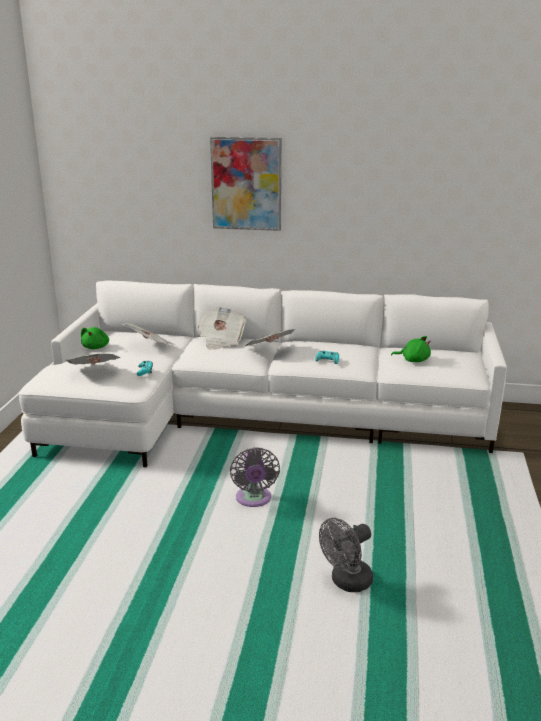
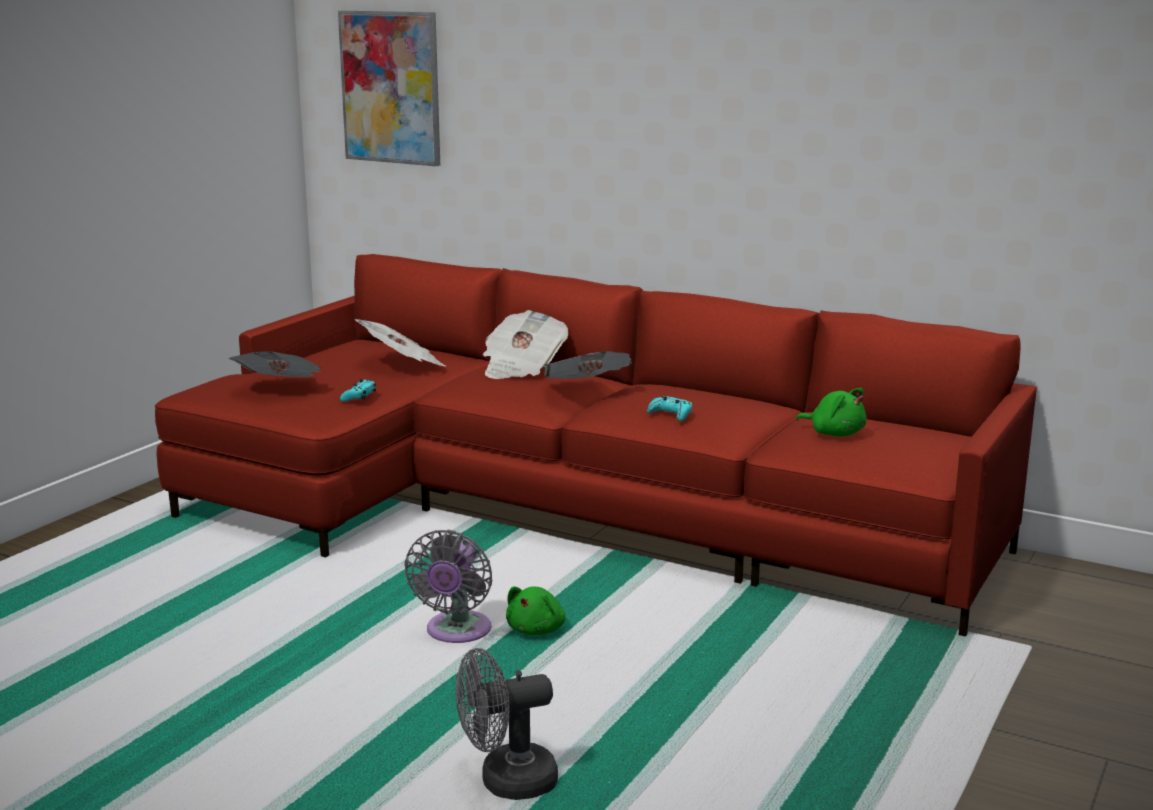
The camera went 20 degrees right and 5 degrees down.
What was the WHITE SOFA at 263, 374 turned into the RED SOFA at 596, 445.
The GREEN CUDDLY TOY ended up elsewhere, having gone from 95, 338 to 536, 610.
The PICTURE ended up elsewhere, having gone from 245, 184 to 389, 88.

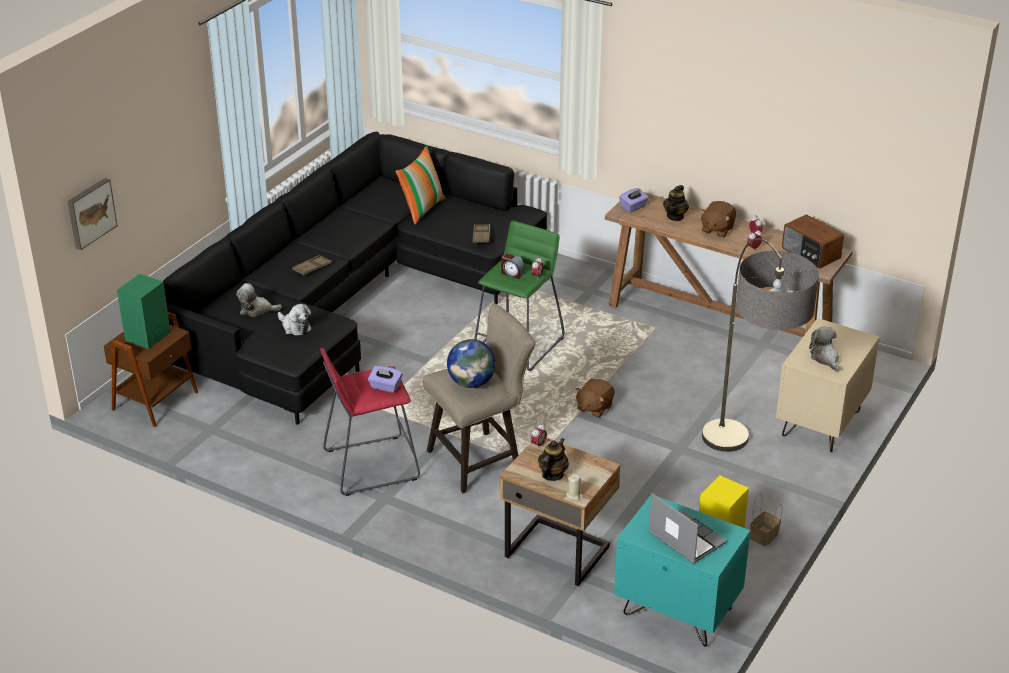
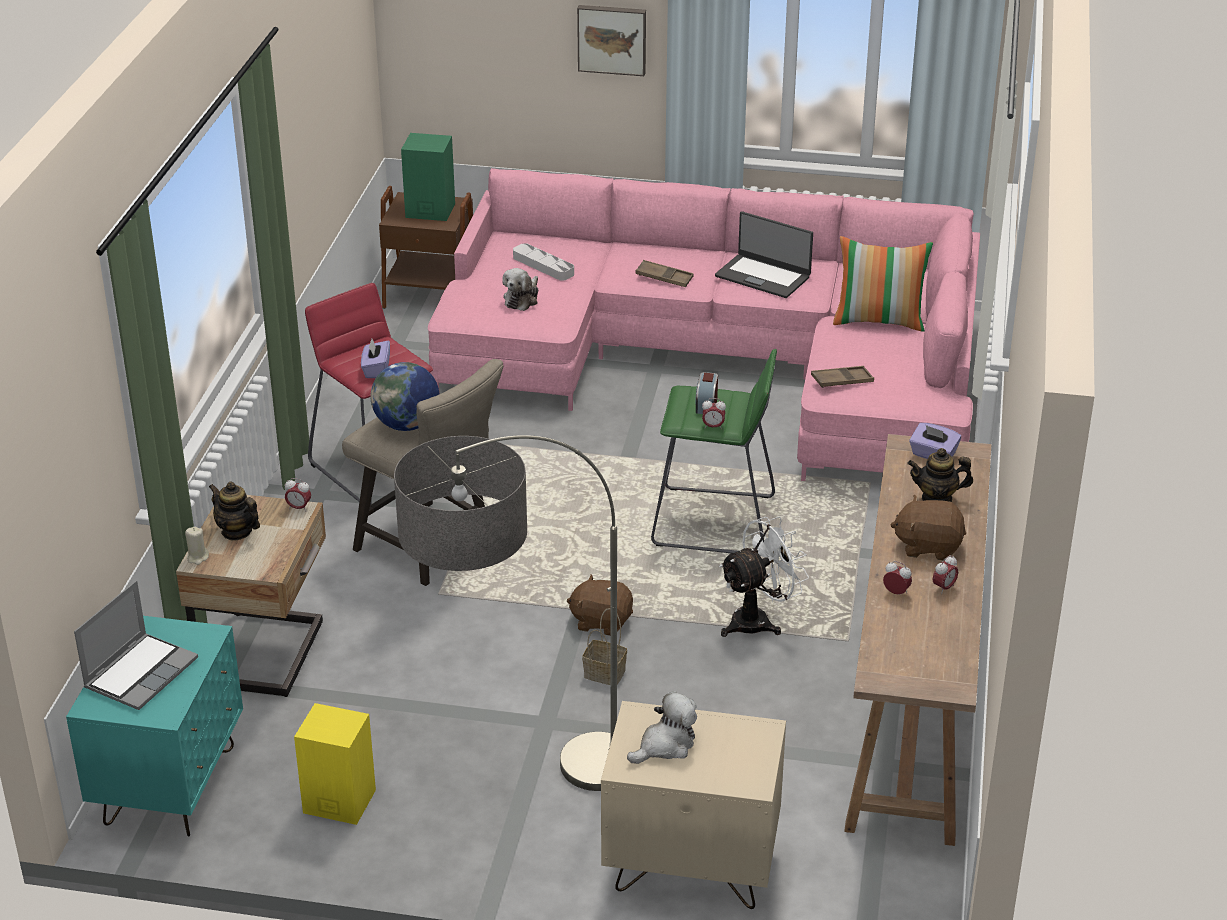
The camera went 70 degrees right and 0 degrees up.
The PICTURE ended up elsewhere, having gone from 92, 214 to 611, 40.
What was the BLACKISH SOFA at 355, 278 turned into the PINK SOFA at 704, 324.
Where the CUDDLY TOY stood at 259, 300, the GREYISH CARRYING TRAY came to stand at 543, 262.
The POT FOR TEA at 553, 459 ended up facing another way, 150 degrees counterclockwise from before.
The STORAGE BASKET ended up elsewhere, having gone from 766, 519 to 604, 646.
The second view lost the RADIO SET at 813, 242.
The second view gained the NOTEBOOK COMPUTER at 764, 254.
The second view gained the WHITE COOLING FAN at 764, 576.

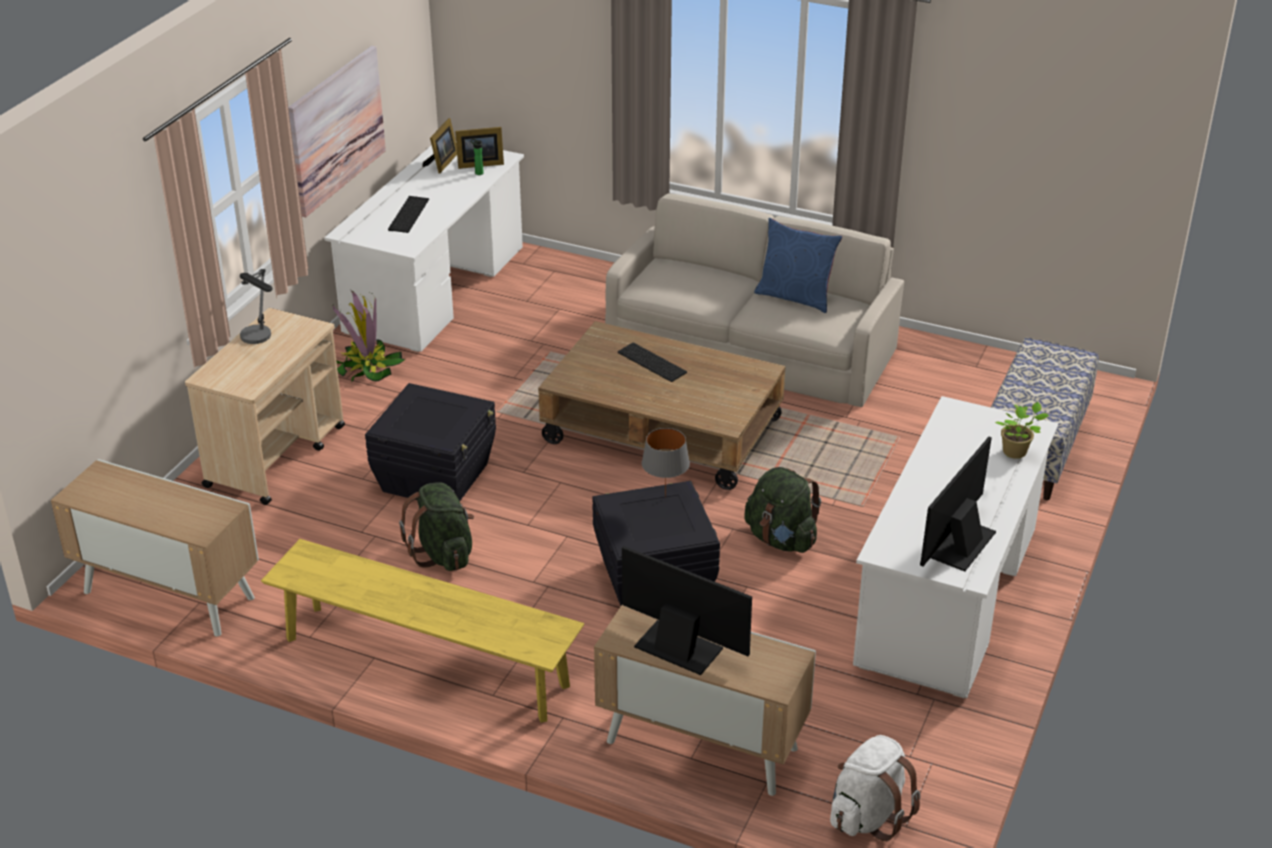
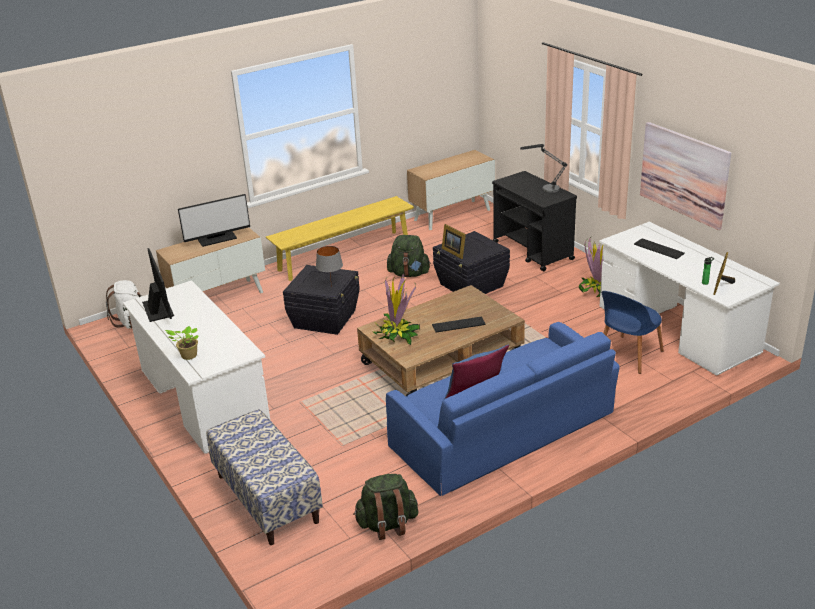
The camera went 125 degrees right and 5 degrees down.
What was the BEIGE-COLOURED CART at 265, 406 turned into the BLACKISH CART at 534, 221.
The PHOTO FRAME ended up elsewhere, having gone from 439, 145 to 454, 241.
What was the BEIGE-COLOURED SOFA at 754, 300 turned into the BLUISH SOFA at 503, 409.
The GREEN BACKPACK ended up elsewhere, having gone from 782, 510 to 385, 507.
The second view gained the HOUSEPLANT at 396, 309.
The second view gained the BLUISH CHAIR at 633, 332.

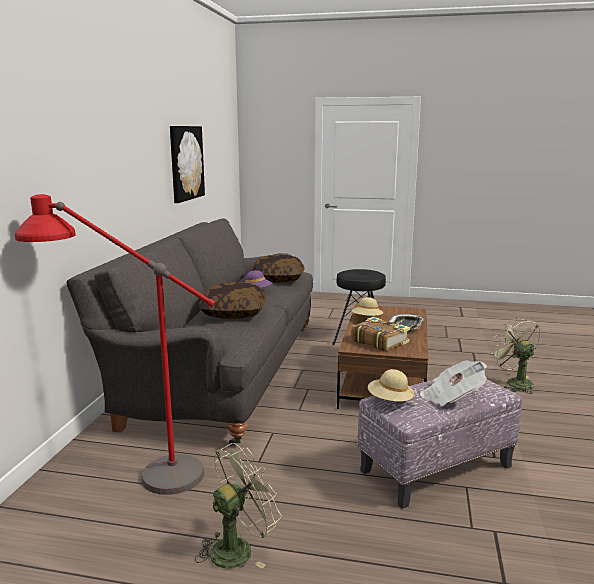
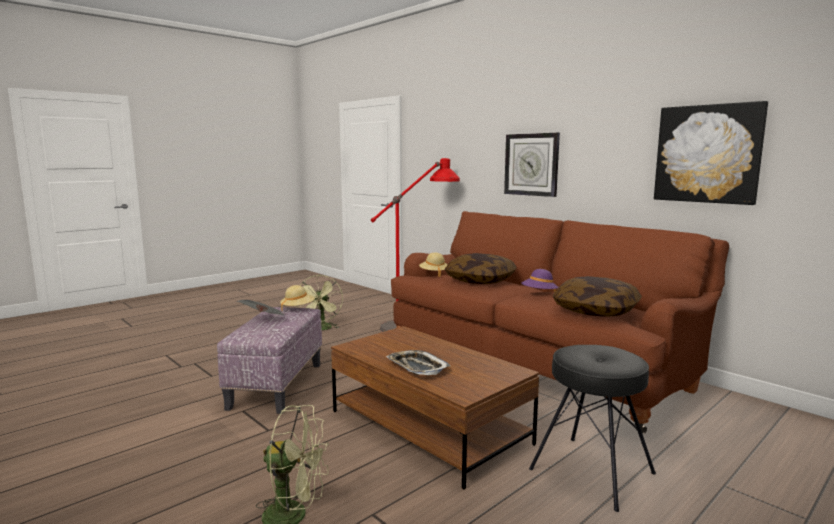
The camera went 125 degrees right and 5 degrees down.
What was the GREYISH SOFA at 189, 332 turned into the BROWNISH SOFA at 560, 322.
The BEIGE-COLOURED HAT ended up elsewhere, having gone from 367, 306 to 433, 264.
The second view lost the BOUND BOOK at 380, 334.
The second view gained the HANGING CLOCK at 532, 165.

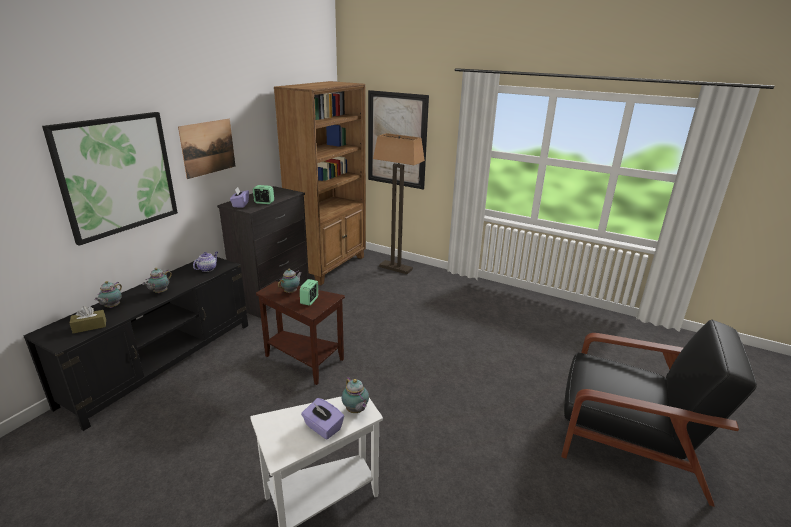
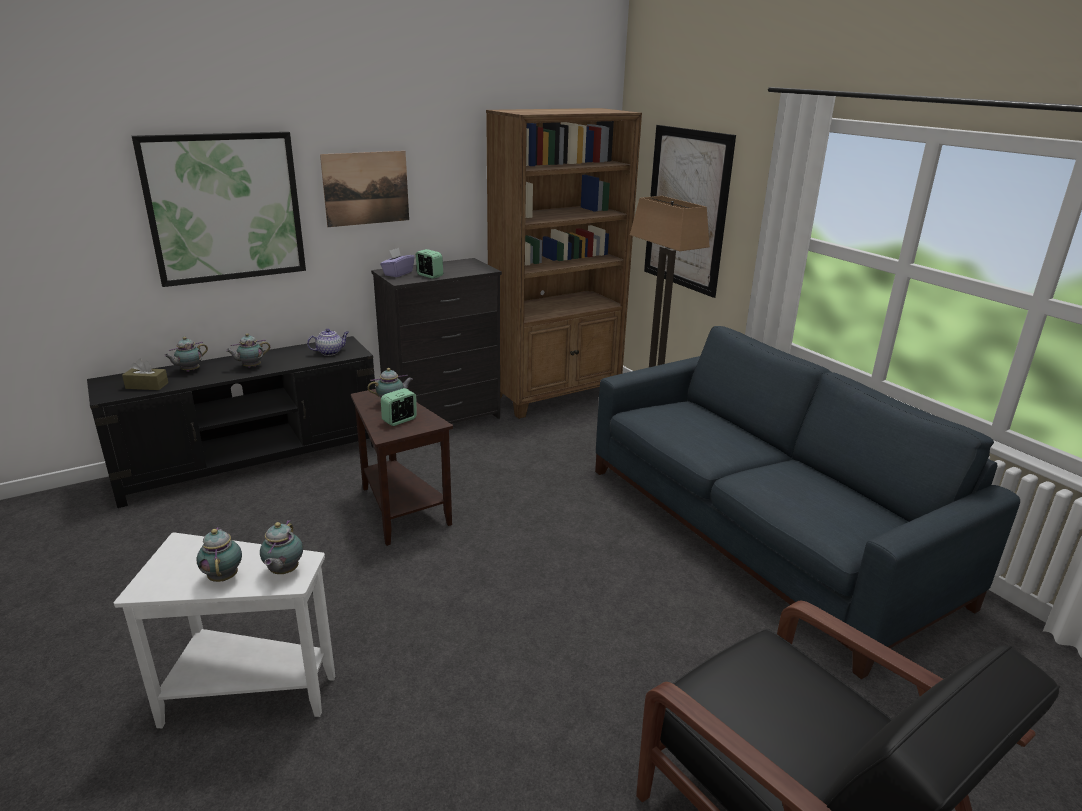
The camera went 30 degrees right and 0 degrees up.
Where the PURPLISH TISSUE BOX stood at 322, 419, the POT FOR TEA came to stand at 219, 554.
The second view gained the BLUISH SOFA at 807, 503.

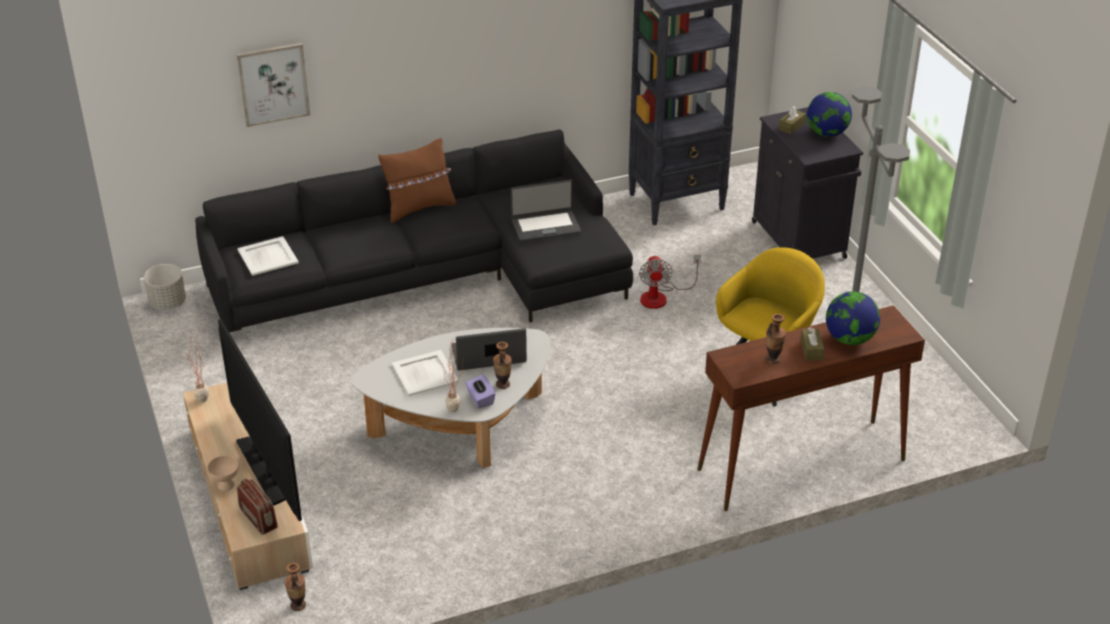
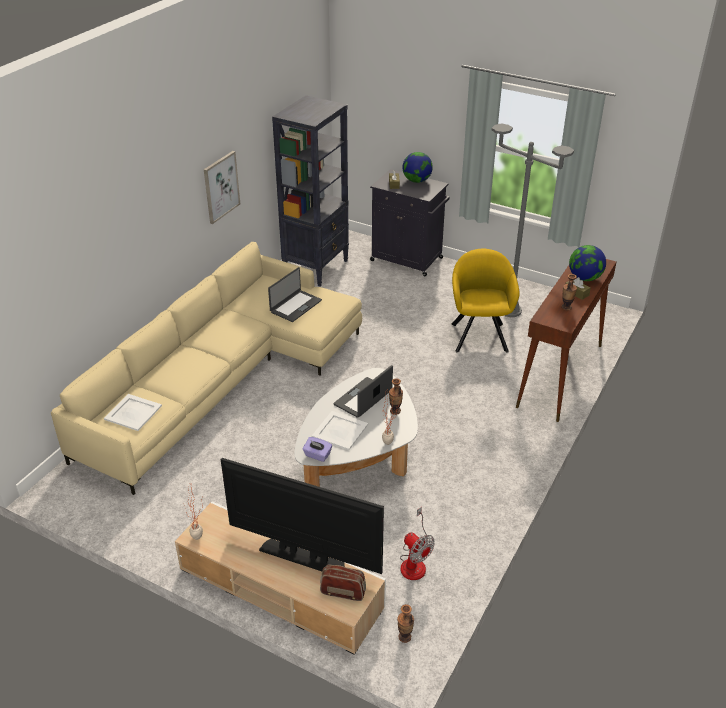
The camera went 40 degrees left and 0 degrees up.
The second view lost the GREYISH PLANTER at 165, 287.
What was the BLACKISH SOFA at 414, 231 turned into the BEIGE-COLOURED SOFA at 206, 368.
The second view lost the BEIGE-COLOURED BOWL at 223, 473.
The PICTURE ended up elsewhere, having gone from 273, 85 to 222, 187.
The second view lost the BROWNISH THROW PILLOW at 417, 180.
The PURPLISH TISSUE BOX ended up elsewhere, having gone from 480, 391 to 317, 449.
The COOLING FAN ended up elsewhere, having gone from 670, 282 to 417, 543.

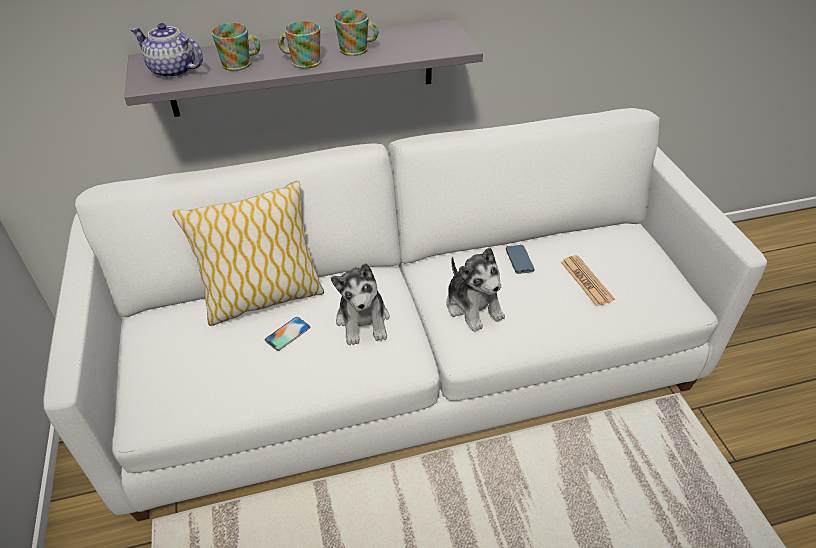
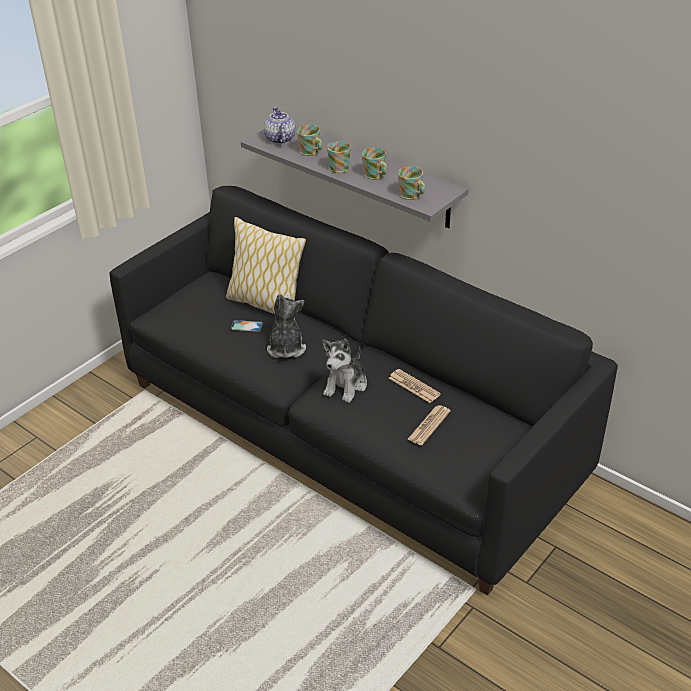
The camera went 55 degrees right and 5 degrees down.
What was the WHITE SOFA at 405, 314 turned into the BLACKISH SOFA at 363, 390.
The CUDDLY TOY at 360, 304 ended up facing another way, 135 degrees clockwise from before.
Where the PHONE stood at 520, 259, the NEWSPAPER came to stand at 415, 386.
The second view gained the COFFEE MUG at 411, 183.

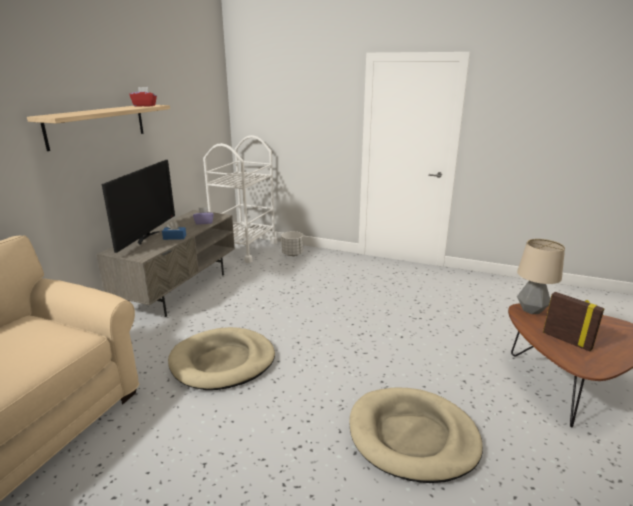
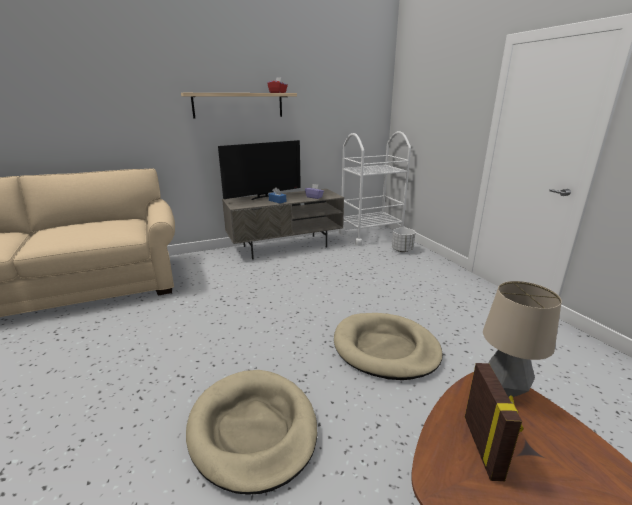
The camera went 45 degrees right and 0 degrees up.
The BEIGE-COLOURED DOG BED ended up elsewhere, having gone from 221, 358 to 388, 346.

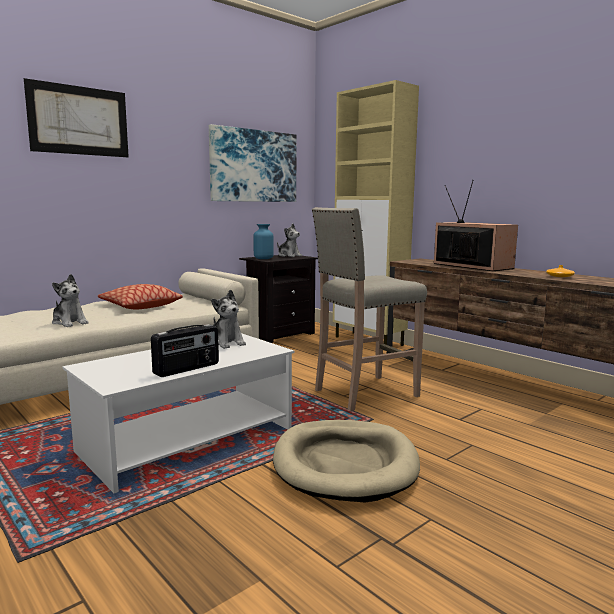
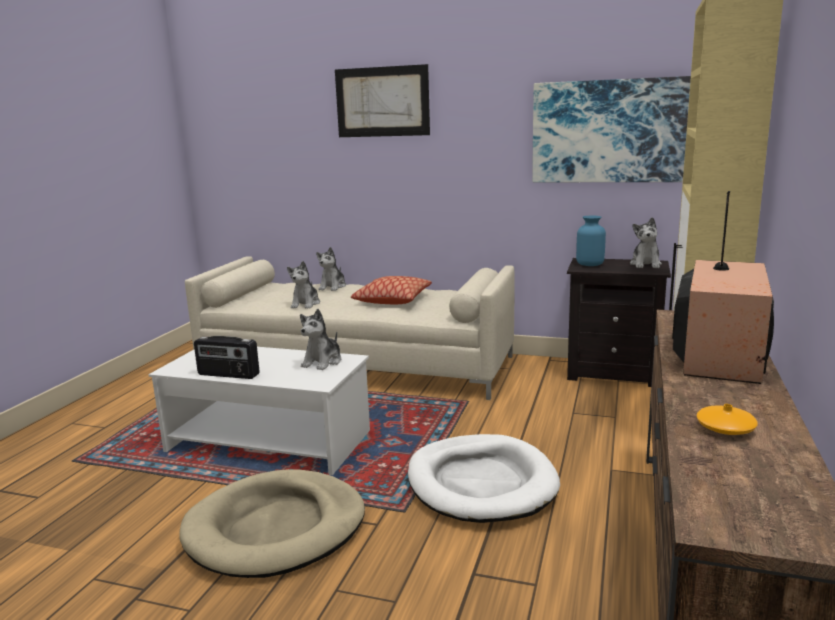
The camera went 60 degrees right and 5 degrees up.
Where the BEIGE-COLOURED STOOL stood at 369, 309, the WHITE DOG BED came to stand at 484, 478.
The second view gained the CUDDLY TOY at 331, 269.

